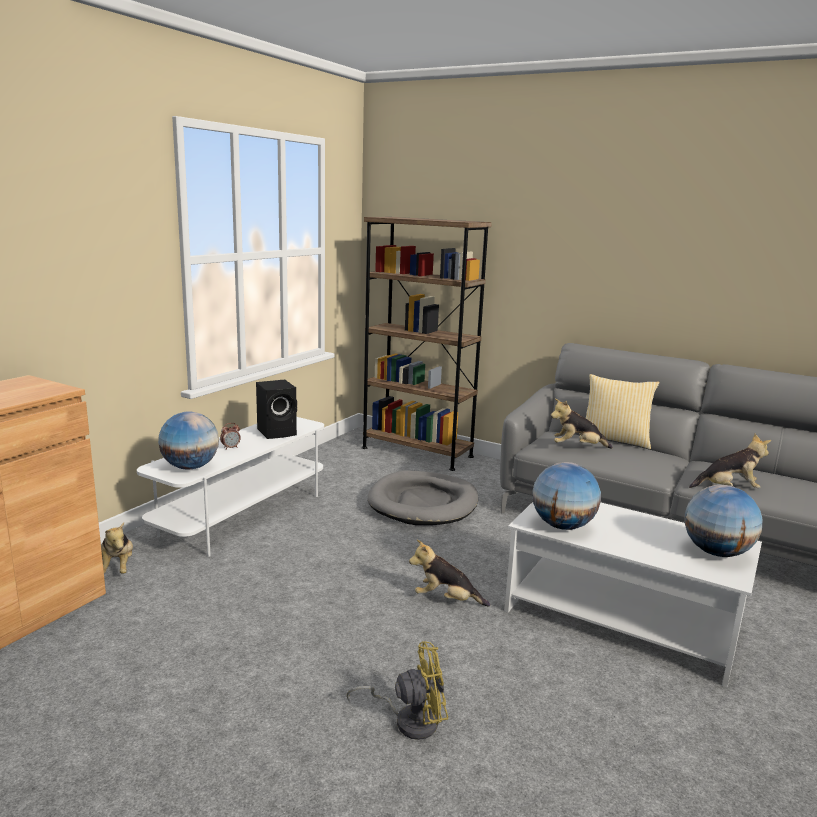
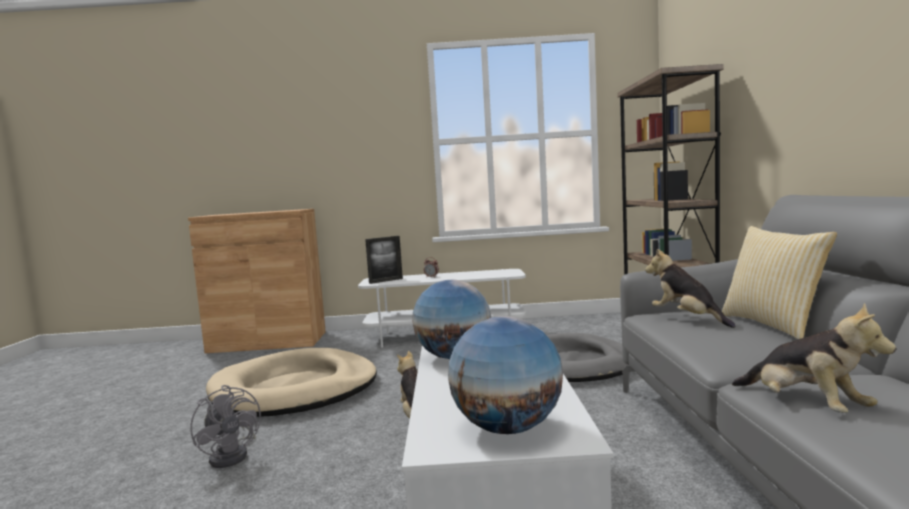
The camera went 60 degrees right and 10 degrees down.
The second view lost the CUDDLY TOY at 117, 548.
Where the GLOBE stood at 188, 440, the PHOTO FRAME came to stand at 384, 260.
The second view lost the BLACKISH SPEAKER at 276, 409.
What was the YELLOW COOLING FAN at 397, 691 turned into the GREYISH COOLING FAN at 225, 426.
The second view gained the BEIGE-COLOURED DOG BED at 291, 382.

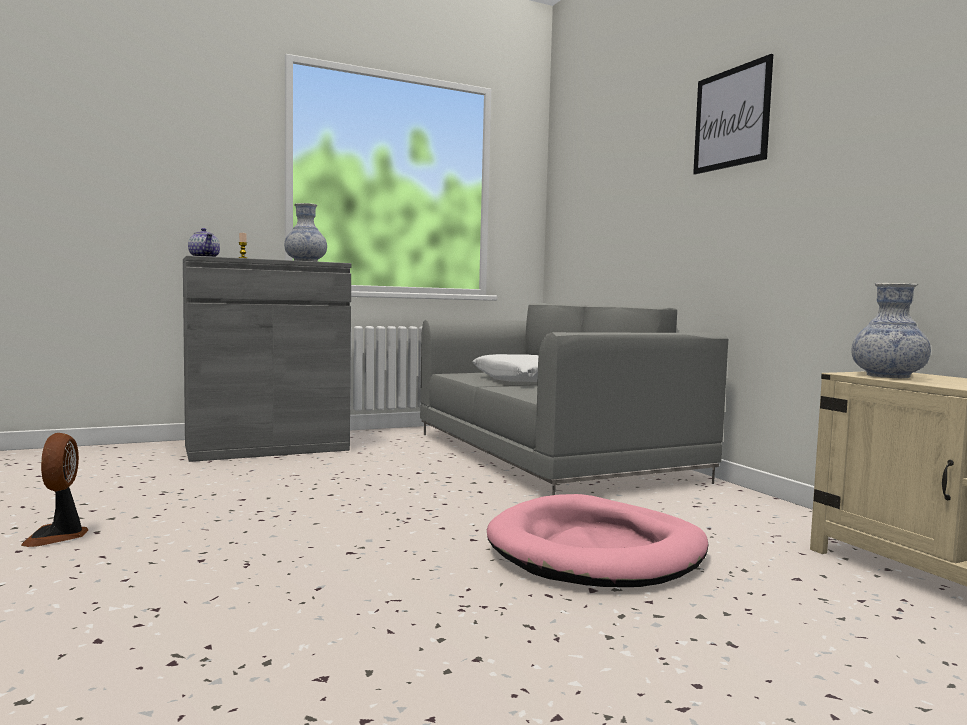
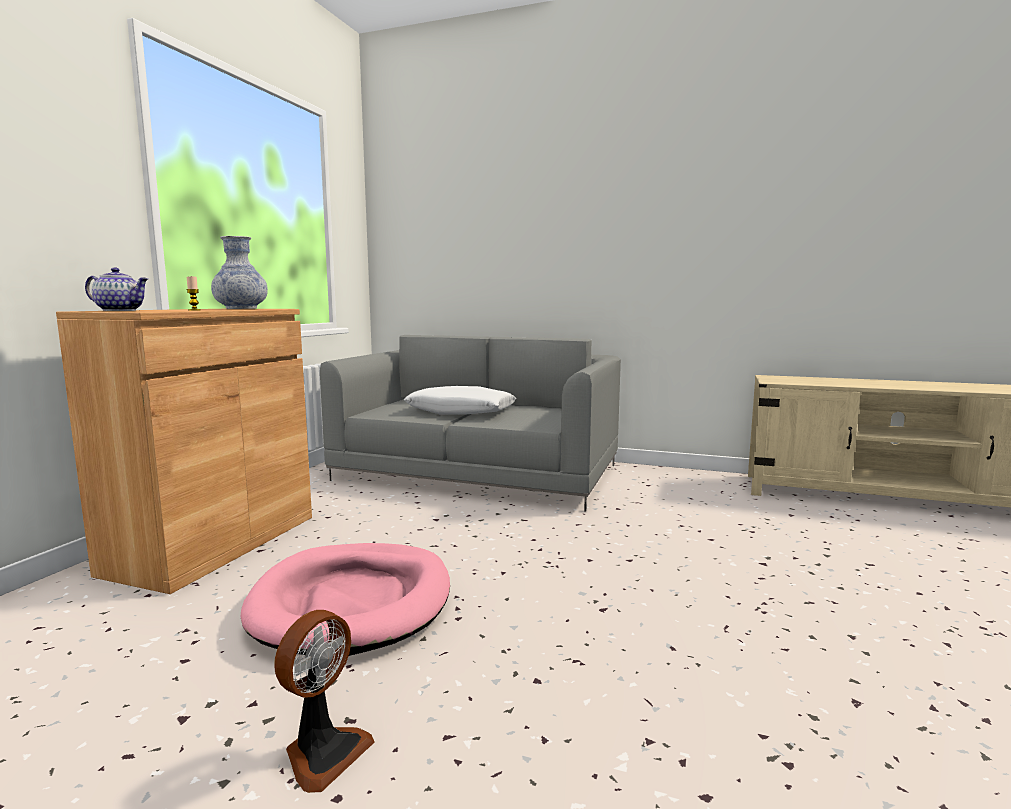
The camera went 45 degrees left and 5 degrees up.
The COOLING FAN at 54, 490 ended up facing another way, 90 degrees counterclockwise from before.
What was the GREYISH STORAGE CABINET at 267, 359 turned into the BROWNISH STORAGE CABINET at 184, 451.
The PINK DOG BED ended up elsewhere, having gone from 598, 540 to 345, 599.
The second view lost the PICTURE at 733, 114.
The second view lost the FLOWER VASE at 891, 330.

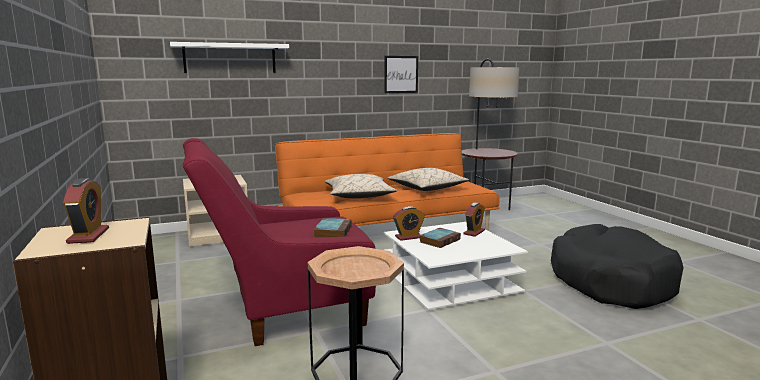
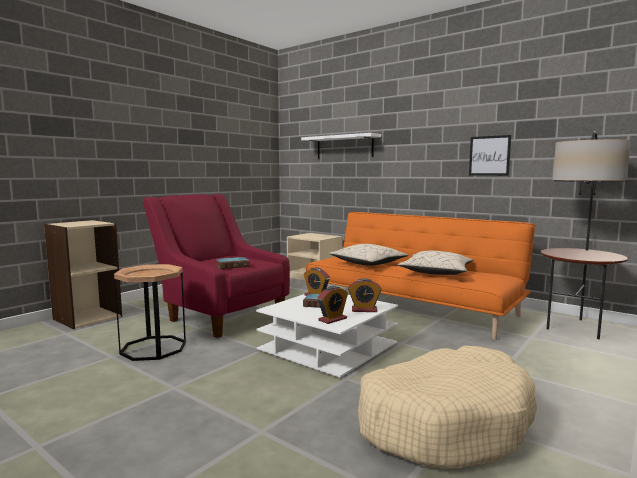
The camera went 60 degrees right and 5 degrees down.
The TABLE CLOCK ended up elsewhere, having gone from 86, 211 to 332, 305.
What was the BLACKISH DOG BED at 617, 266 turned into the BEIGE-COLOURED DOG BED at 447, 407.

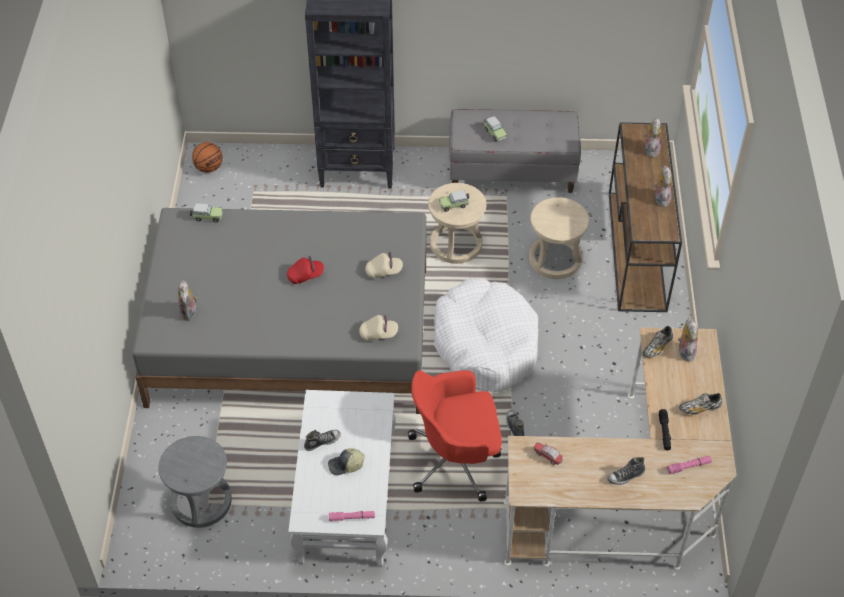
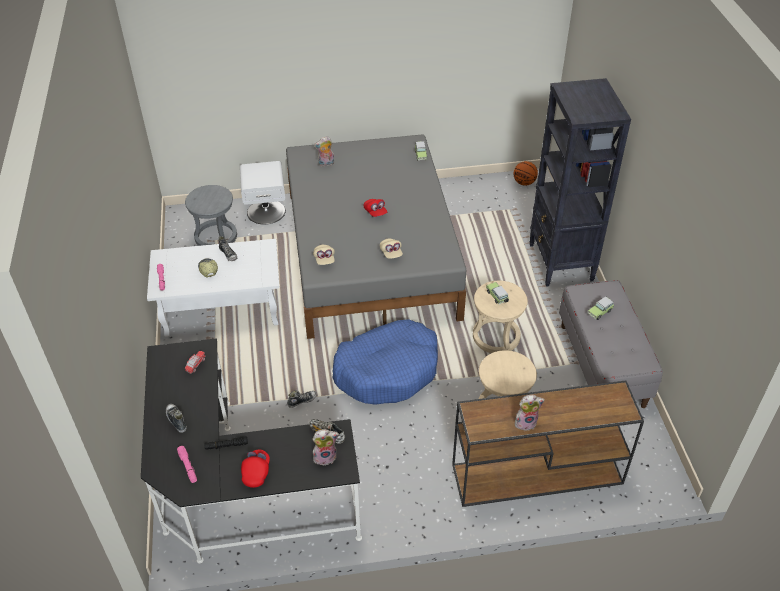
The camera went 80 degrees right and 5 degrees down.
The second view lost the RED DESK CHAIR at 455, 436.
What was the WHITE DOG BED at 486, 335 turned into the BLUISH DOG BED at 385, 362.
What was the BEIGE-COLOURED DESK TABLE at 619, 448 turned into the BLACKISH DESK TABLE at 251, 450.
The second view lost the CUDDLY TOY at 653, 137.
Where the SHOE stood at 700, 404, the RED BASEBALL CAP came to stand at 255, 468.
The second view gained the WHITE NIGHTSTAND at 263, 192.

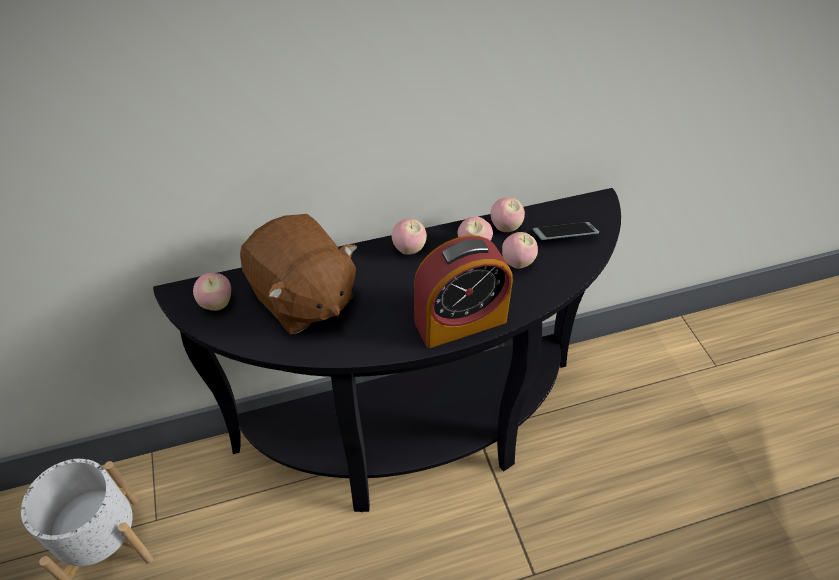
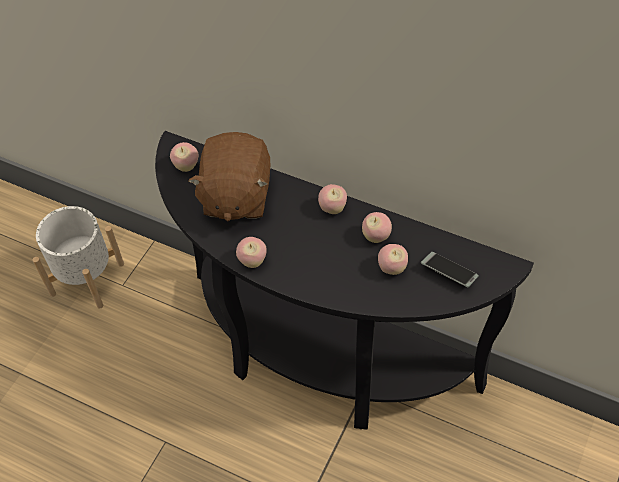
The camera went 45 degrees right and 5 degrees up.
The second view lost the TABLE CLOCK at 463, 291.
The APPLE FRUIT ended up elsewhere, having gone from 507, 214 to 251, 252.

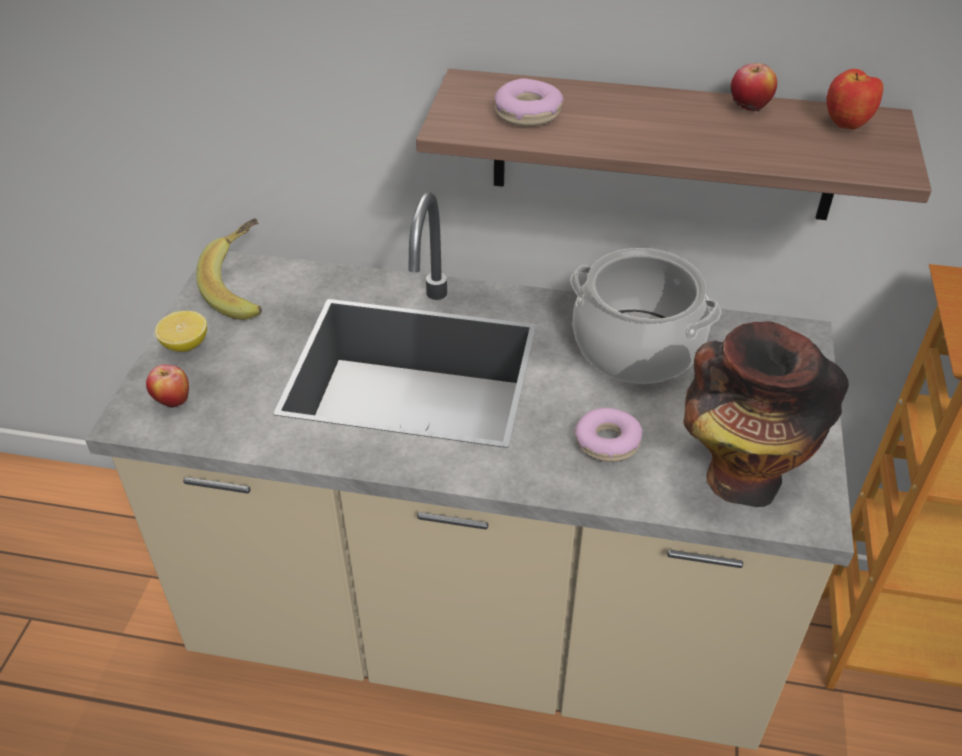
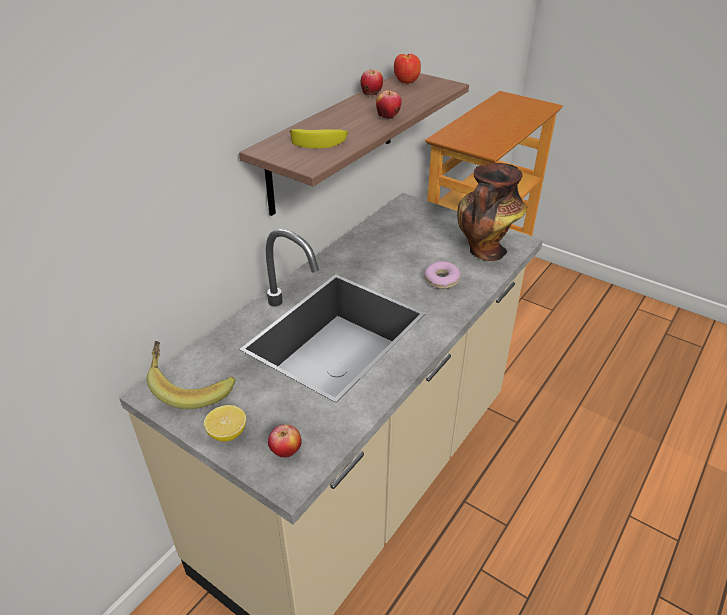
The camera went 65 degrees left and 5 degrees down.
Where the DOUGHNUT stood at 529, 102, the WHOLE BANANA came to stand at 319, 138.
The second view lost the STOCKPOT at 645, 316.
The second view gained the APPLE FRUIT at 388, 104.

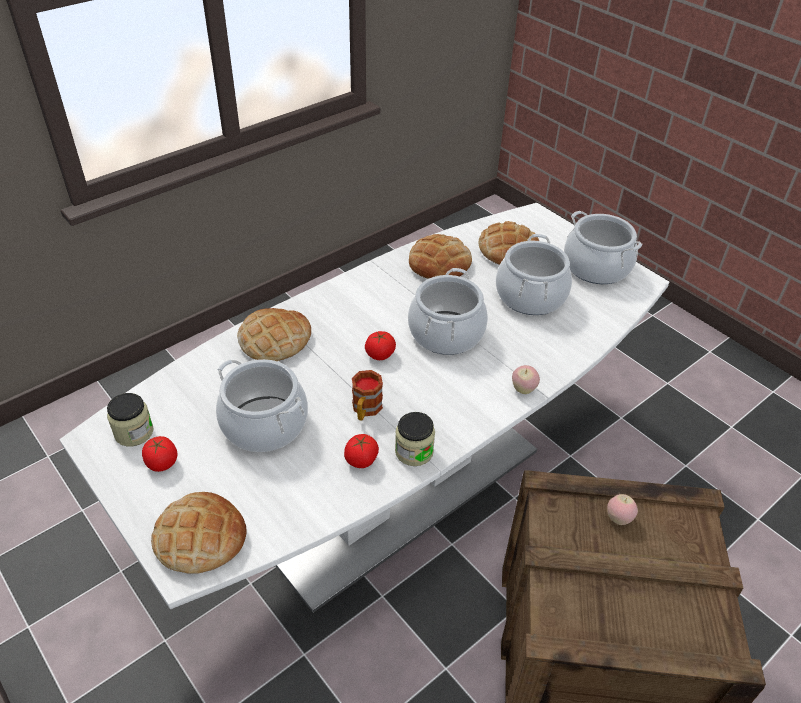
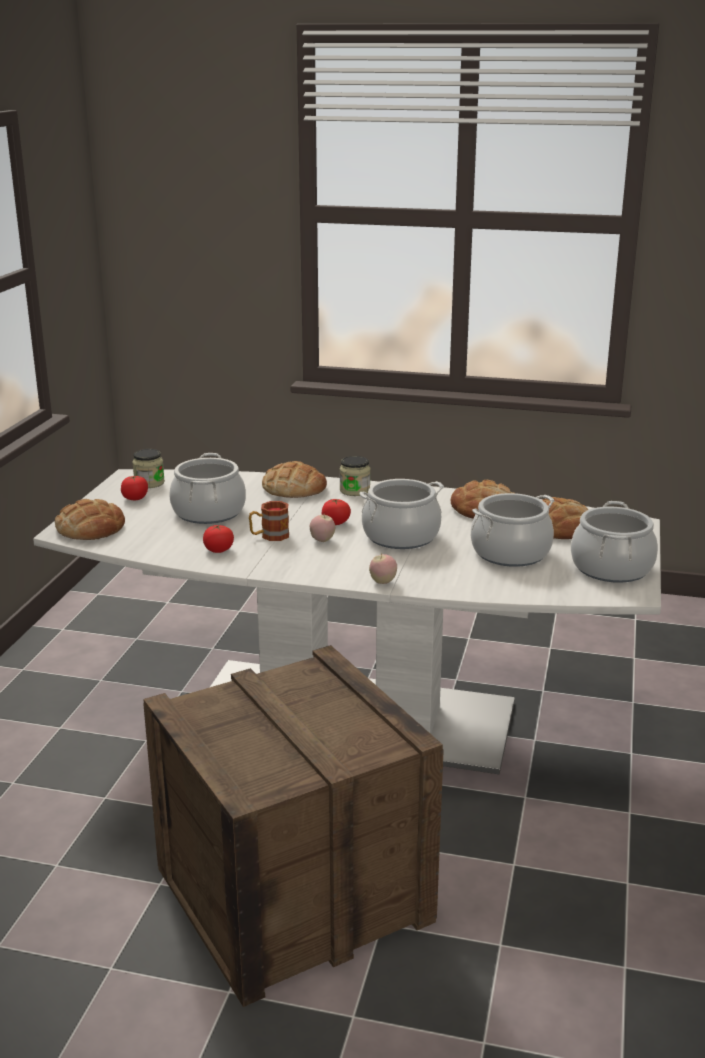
The camera went 55 degrees right and 20 degrees down.
The JAR ended up elsewhere, having gone from 415, 439 to 355, 476.
The APPLE FRUIT ended up elsewhere, having gone from 622, 509 to 322, 528.

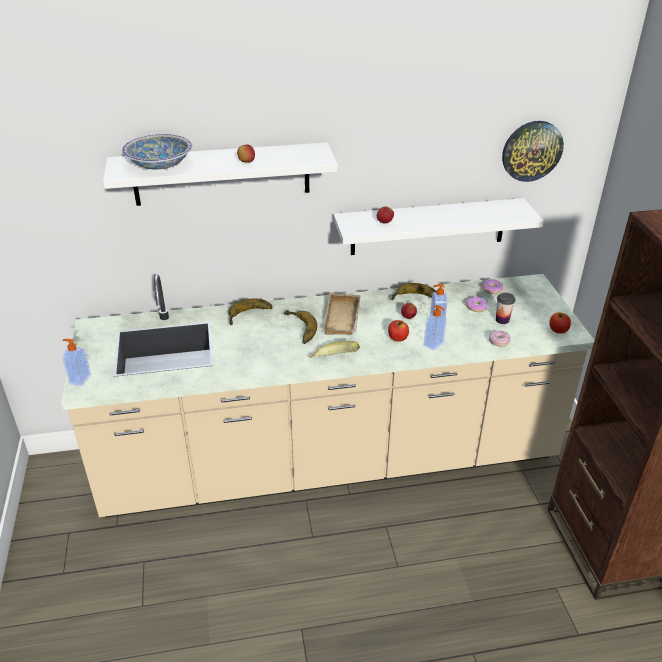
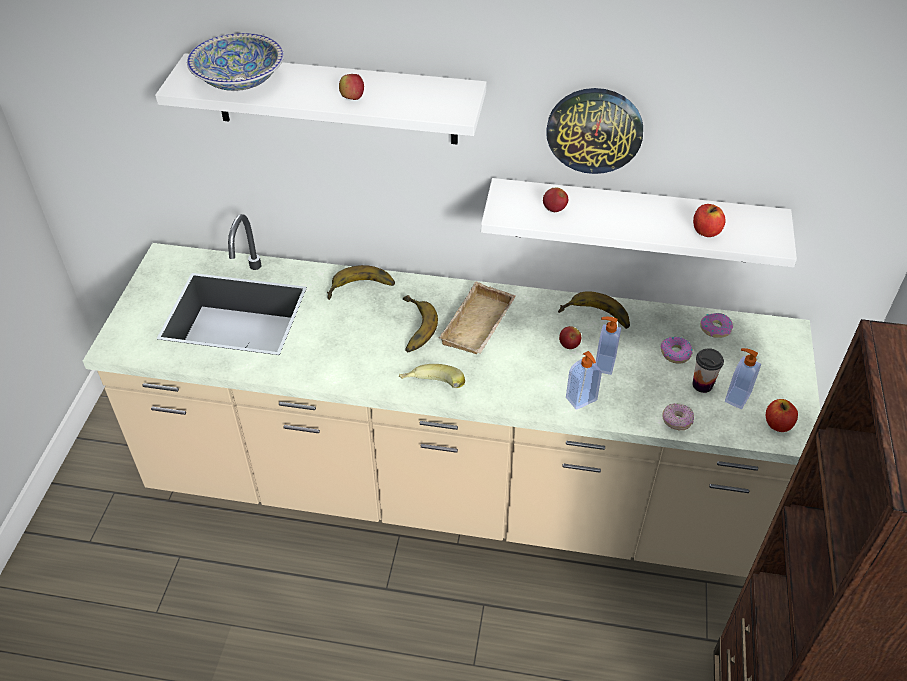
The camera went 20 degrees right and 10 degrees up.
The SOAP DISPENSER ended up elsewhere, having gone from 76, 362 to 743, 378.
The APPLE FRUIT ended up elsewhere, having gone from 398, 331 to 709, 220.
The HANGING CLOCK ended up elsewhere, having gone from 533, 151 to 594, 131.

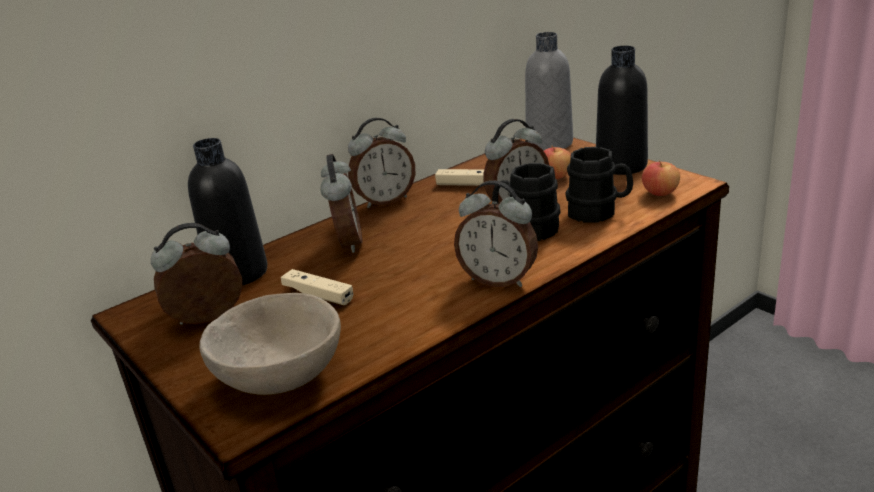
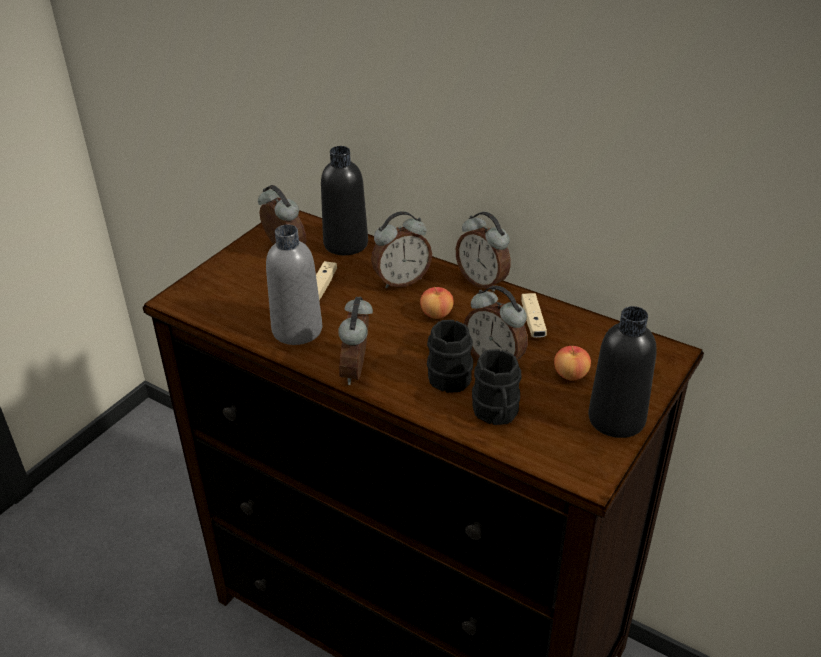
The camera went 70 degrees right and 10 degrees up.
The second view lost the BEIGE-COLOURED BOWL at 270, 344.
The GREYISH DRINK BOTTLE ended up elsewhere, having gone from 549, 91 to 294, 284.
The APPLE FRUIT ended up elsewhere, having gone from 661, 178 to 437, 303.

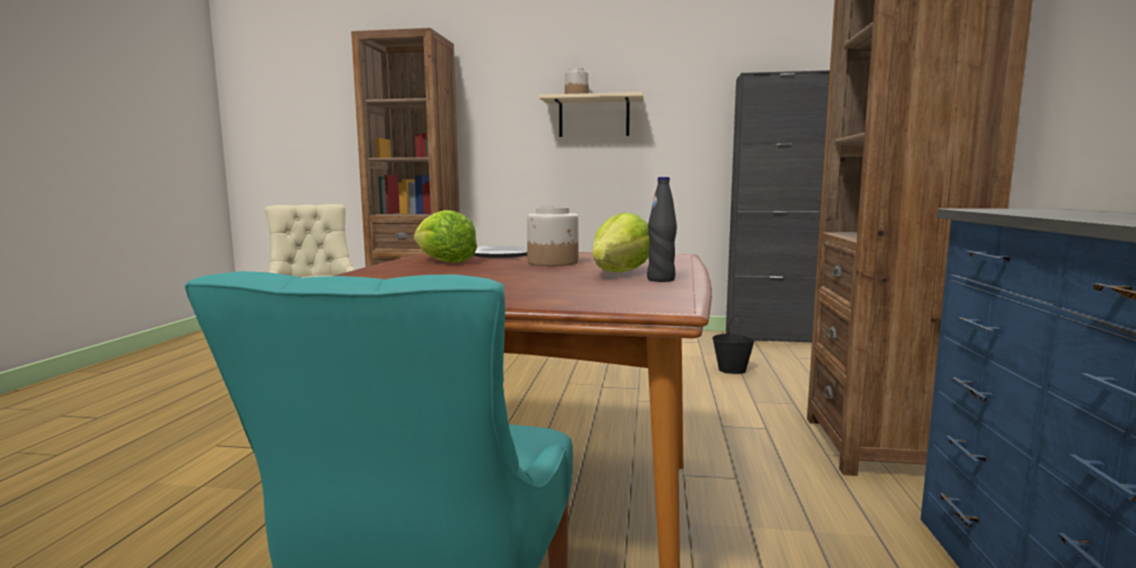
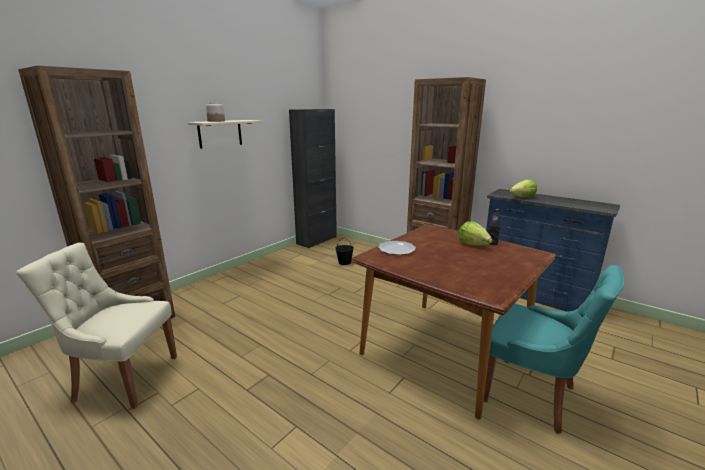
The camera went 60 degrees left and 10 degrees up.
The HEAD OF LETTUCE ended up elsewhere, having gone from 445, 236 to 523, 188.
The second view lost the JAR at 552, 236.

